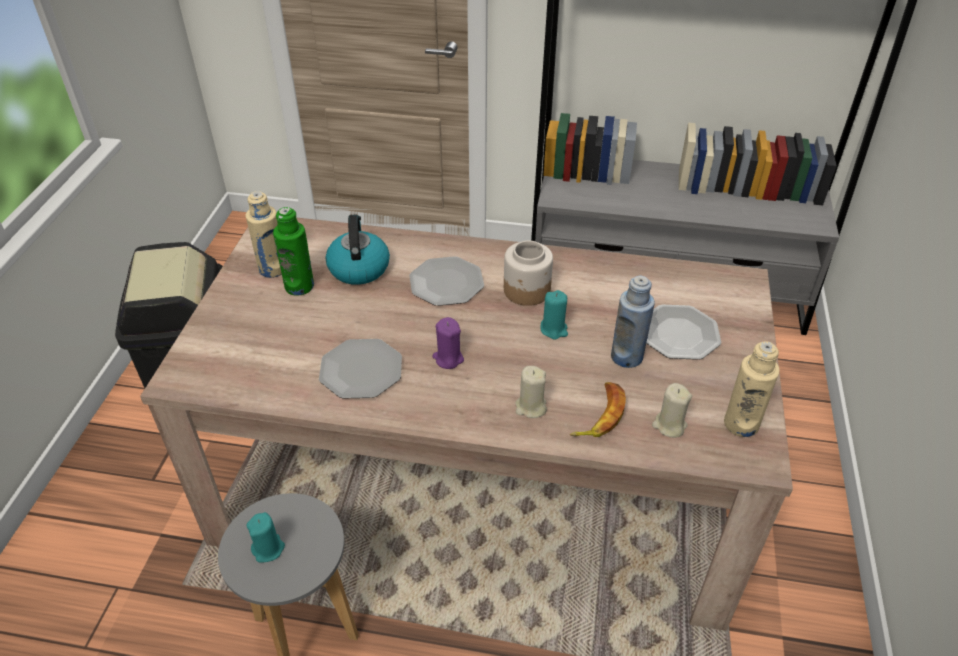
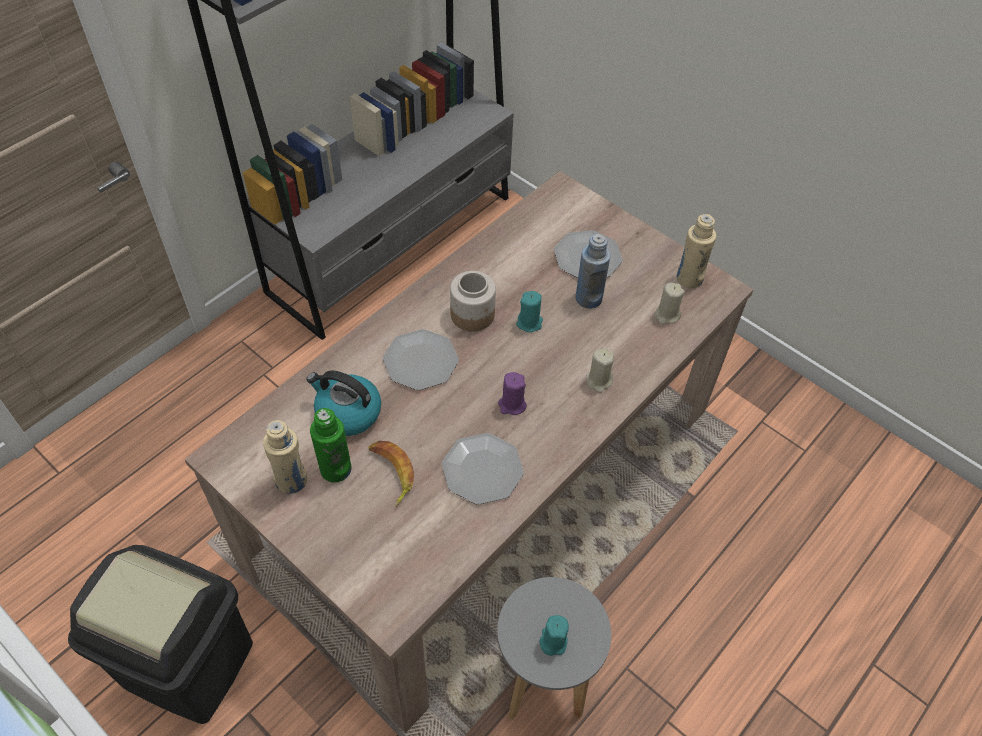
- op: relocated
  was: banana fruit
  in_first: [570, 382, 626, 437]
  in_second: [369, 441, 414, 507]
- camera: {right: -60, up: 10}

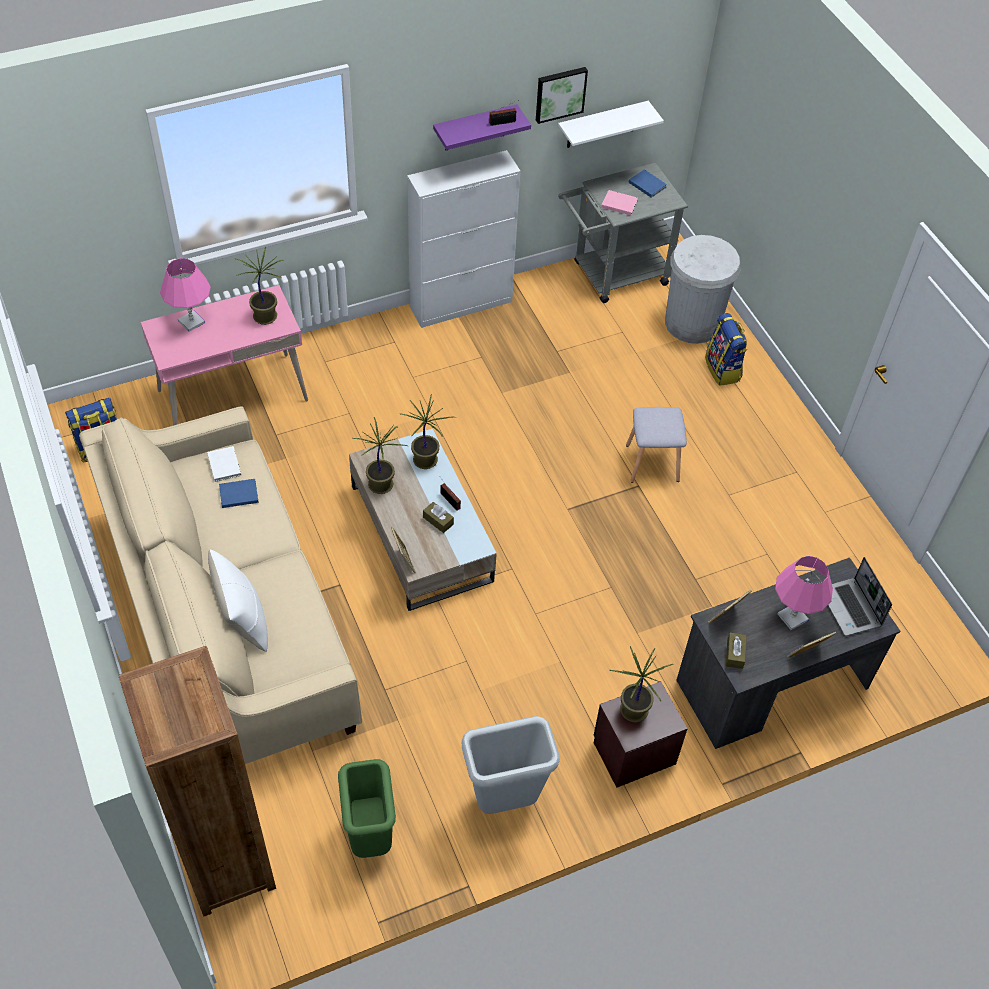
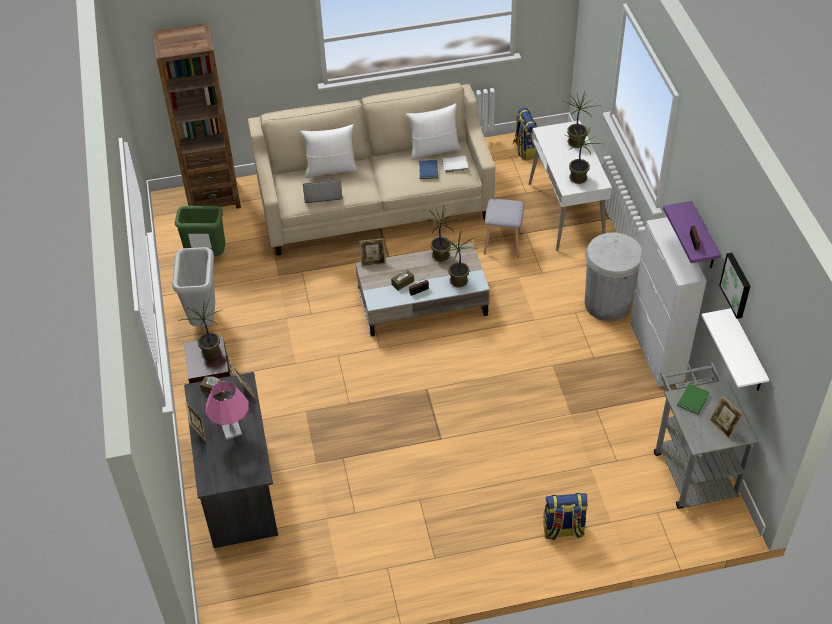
- op: relocated
  was: laptop
  in_first: [828, 557, 892, 636]
  in_second: [303, 180, 342, 203]
- op: appeared
  now: white-coloured pillow
  in_second: [406, 103, 461, 161]
- op: relocated
  was: grey sitting stool
  in_first: [626, 407, 687, 483]
  in_second: [483, 199, 524, 257]
- op: colour
  was: pink desk table
  now: white-coloured desk table
  in_first: [141, 285, 308, 425]
  in_second: [529, 120, 612, 251]
- op: exchanged
  was: pink table lamp
  now: potted plant
  in_first: [160, 258, 211, 332]
  in_second: [562, 92, 600, 148]
- op: relocated
  was: white-coloured rubbish bin
  in_first: [665, 235, 741, 344]
  in_second: [585, 232, 642, 321]
- op: colour
  was: pink book
  now: green-coloured book
  in_first: [601, 190, 638, 215]
  in_second: [677, 383, 710, 414]
- op: exchanged
  was: blue-coloured book
  now: picture frame
  in_first: [628, 169, 667, 197]
  in_second: [709, 395, 743, 439]
- camera: {right: 105, up: -5}

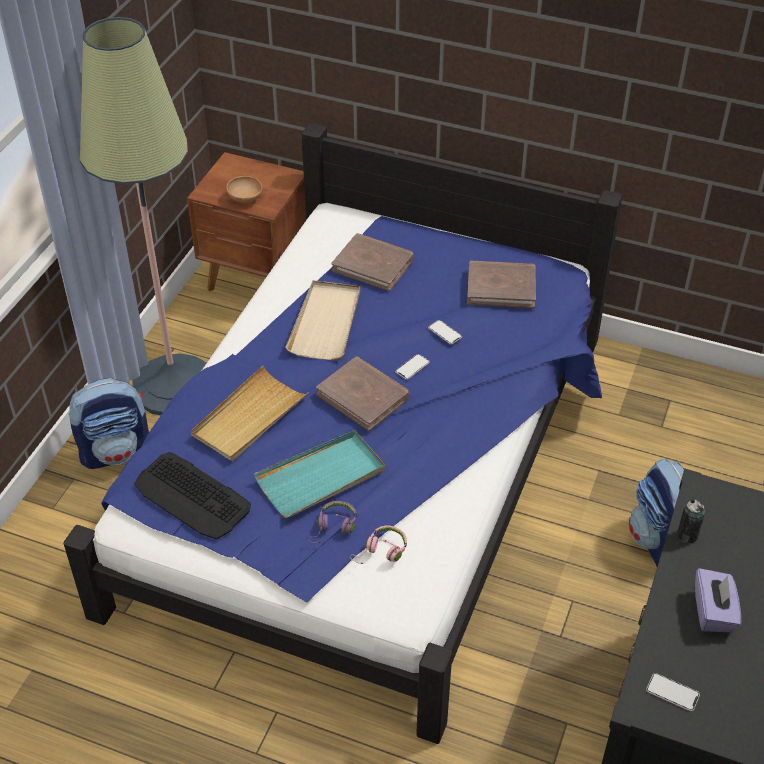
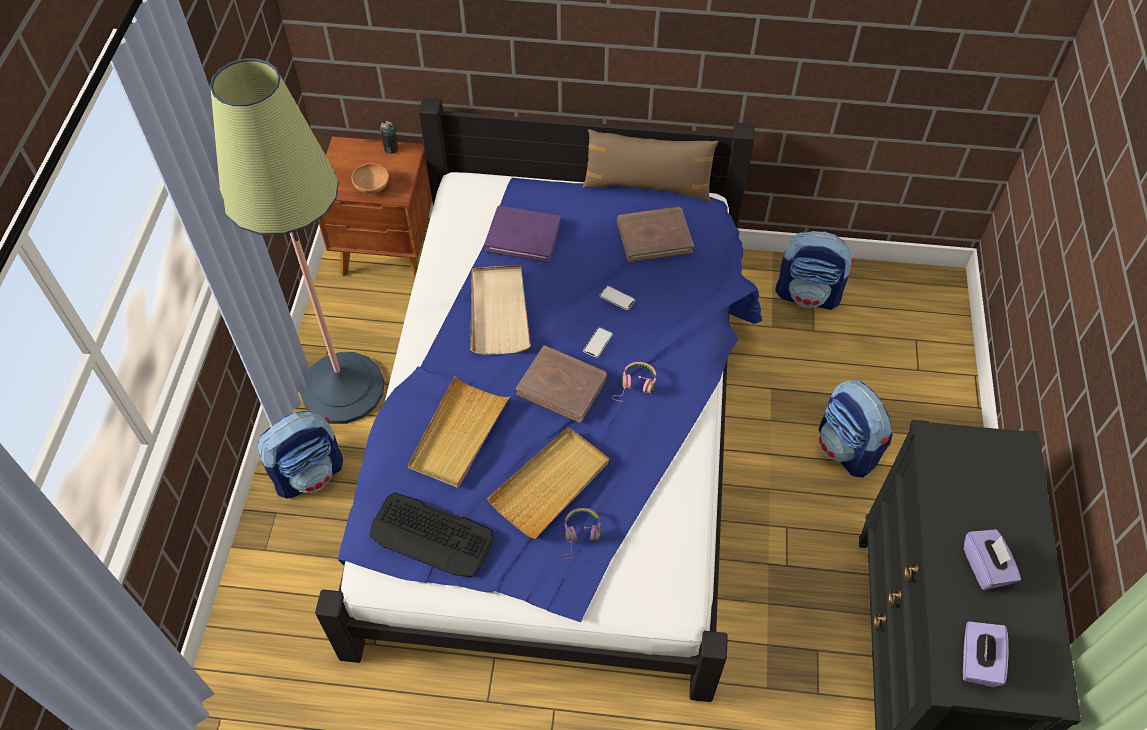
- op: relocated
  was: metal can
  in_first: [677, 499, 705, 544]
  in_second: [380, 121, 399, 154]
- op: colour
  was: brownish book
  now: purple-coloured book
  in_first: [332, 233, 414, 291]
  in_second: [484, 206, 561, 263]
- op: colour
  was: turquoise-coloured tray
  now: sand-coloured tray
  in_first: [254, 430, 385, 518]
  in_second: [487, 427, 609, 539]
- op: appeared
  now: brownish pillow
  in_second: [583, 129, 719, 201]
- op: relocated
  was: pink headset
  in_first: [350, 526, 407, 564]
  in_second: [612, 362, 657, 402]
- op: appeared
  now: knapsack
  in_second: [775, 231, 854, 310]
- op: exchanged
  was: telephone
  now: purple-coloured tissue holder
  in_first: [646, 673, 700, 711]
  in_second: [963, 622, 1008, 687]
- camera: {right: -15, up: 10}

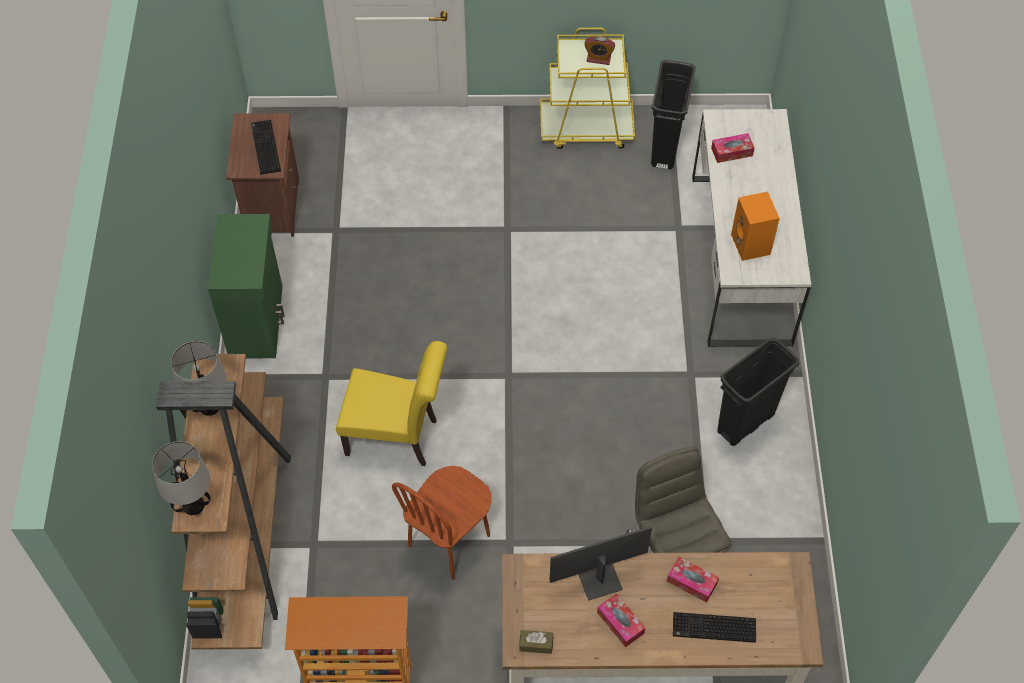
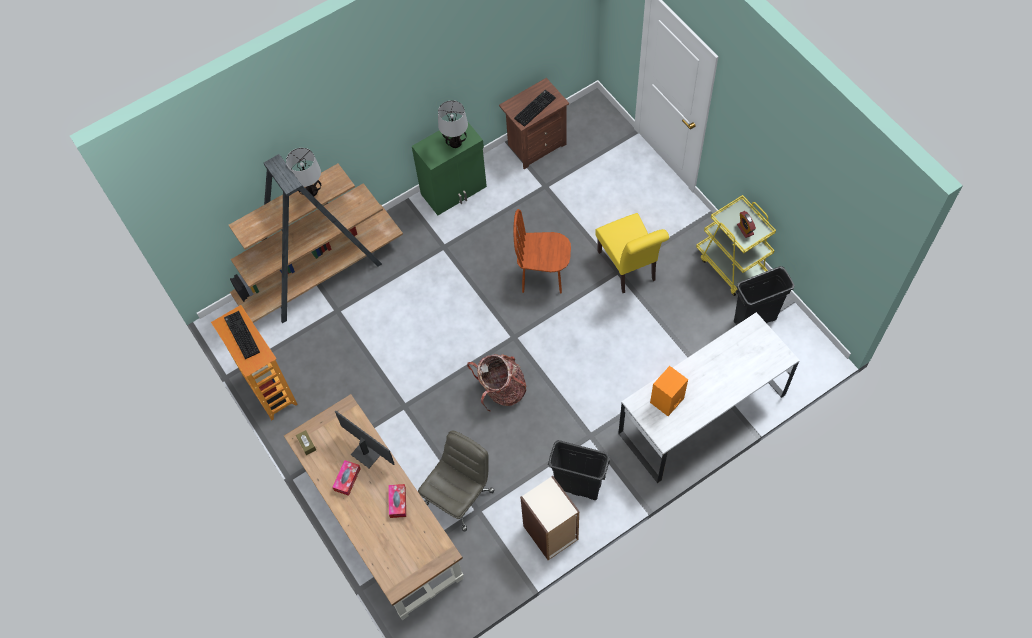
- op: relocated
  was: keyboard
  in_first: [673, 612, 756, 643]
  in_second: [224, 311, 260, 359]
- op: relocated
  was: table lamp
  in_first: [152, 441, 211, 515]
  in_second: [438, 100, 468, 148]
- op: appeared
  now: knapsack
  in_second: [467, 354, 526, 412]
- op: relocated
  was: brownish chair
  in_first: [392, 466, 491, 580]
  in_second: [513, 209, 571, 294]
- op: appeared
  now: shelving unit
  in_second: [520, 476, 579, 560]
- op: relocated
  was: yellowish chair
  in_first: [336, 341, 448, 466]
  in_second: [595, 213, 669, 293]
- op: missing
  was: tissue holder
  in_first: [711, 133, 755, 163]
- camera: {right: 60, up: 5}

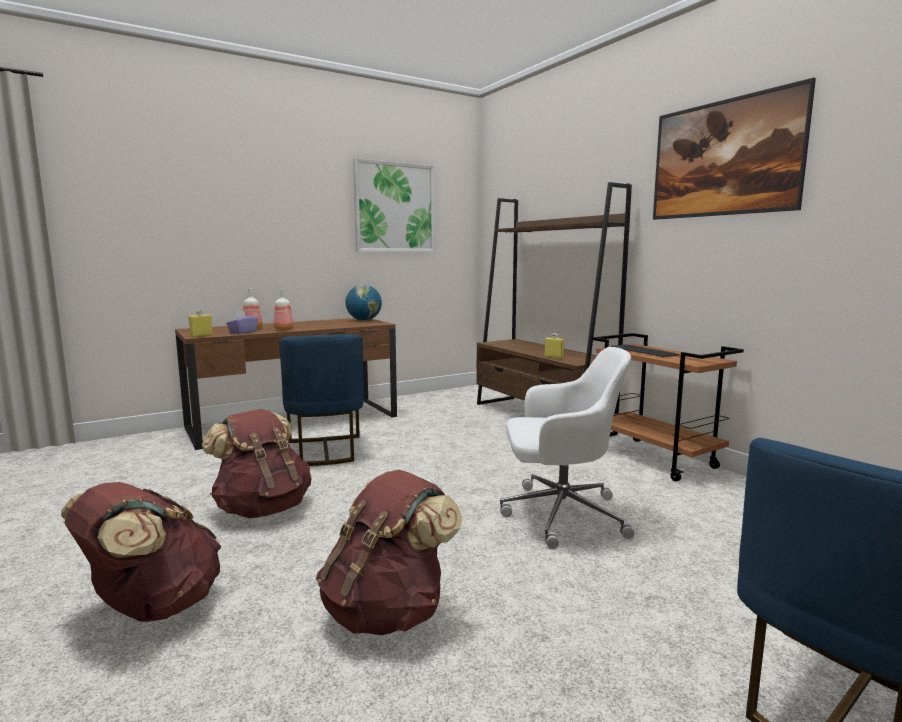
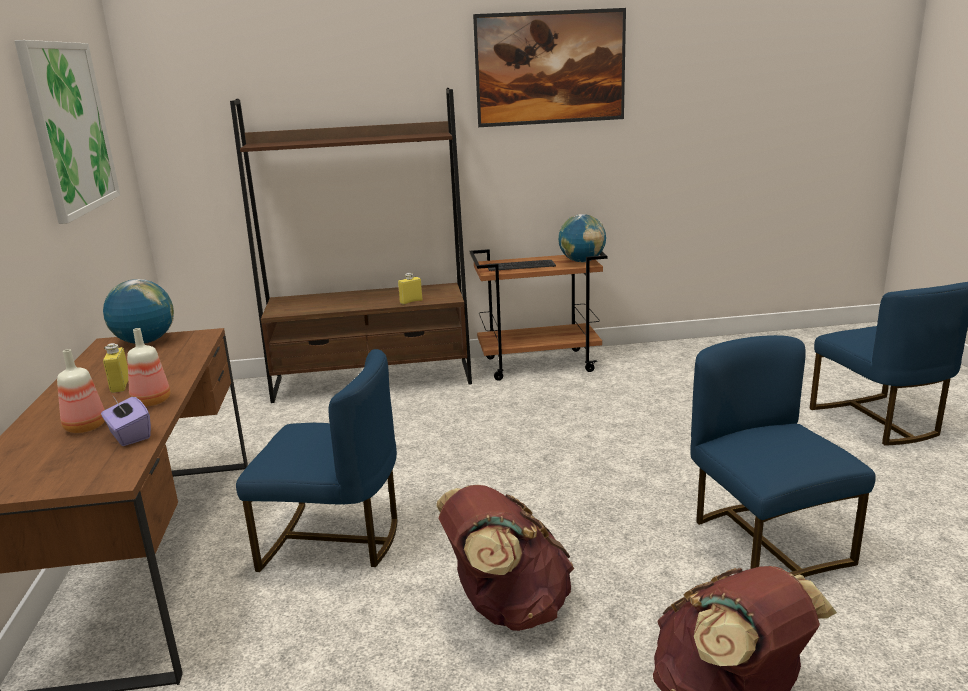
- op: relocated
  was: yellowish bottle
  in_first: [189, 310, 213, 338]
  in_second: [103, 343, 128, 393]
- op: appeared
  now: globe
  in_second: [558, 214, 606, 262]
- op: exchanged
  was: brownish knapsack
  now: blue-coloured chair
  in_first: [316, 469, 463, 635]
  in_second: [690, 335, 876, 577]
- op: missing
  was: white-coloured computer chair
  in_first: [500, 347, 634, 549]
- camera: {right: -65, up: 10}

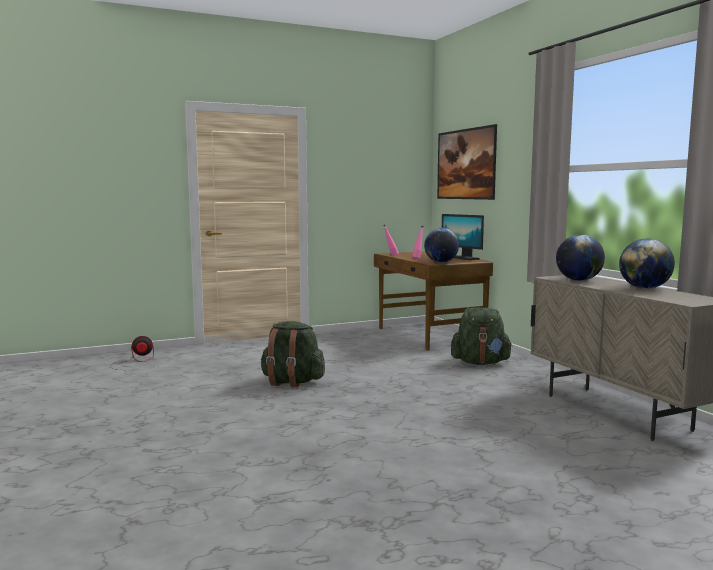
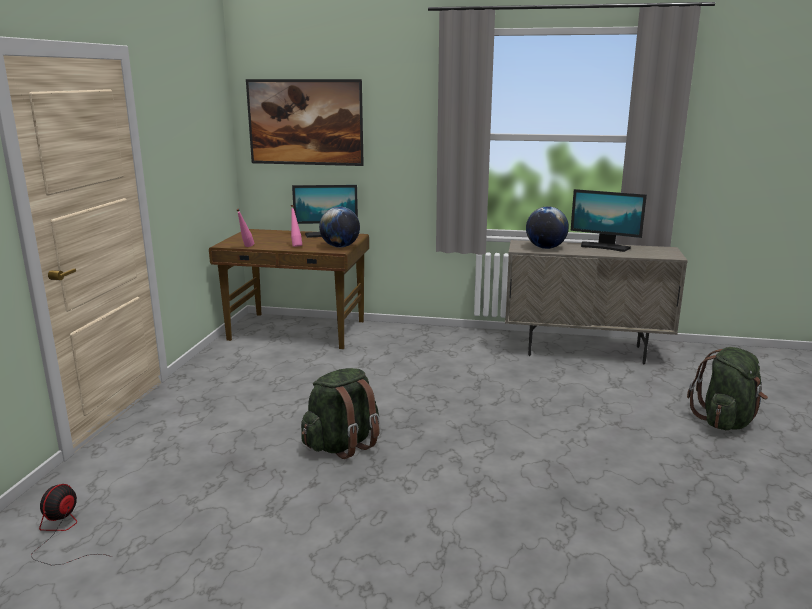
- op: exchanged
  was: globe
  now: monitor
  in_first: [619, 238, 675, 289]
  in_second: [571, 189, 647, 252]
- op: relocated
  was: green-coloured knapsack
  in_first: [451, 307, 513, 365]
  in_second: [687, 347, 768, 430]
- camera: {right: -55, up: 10}

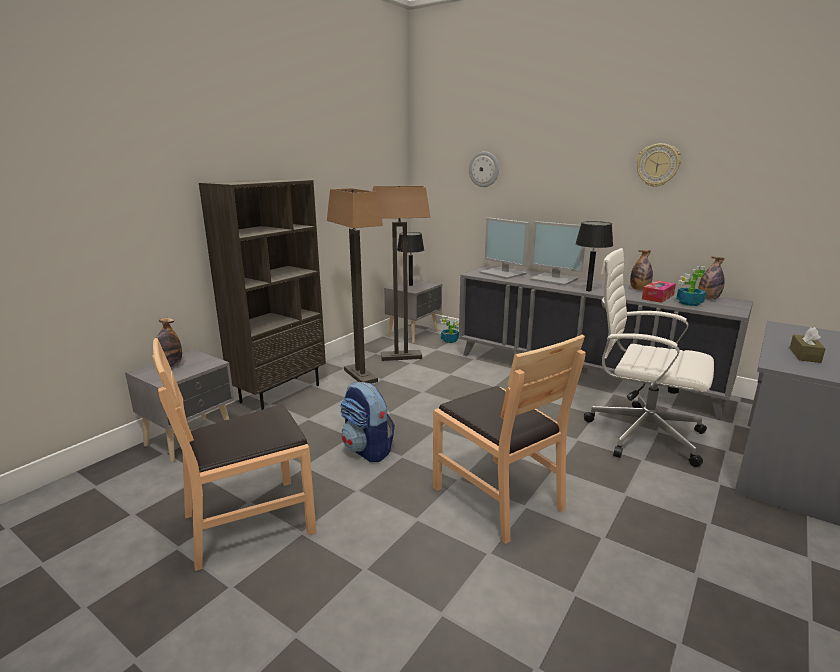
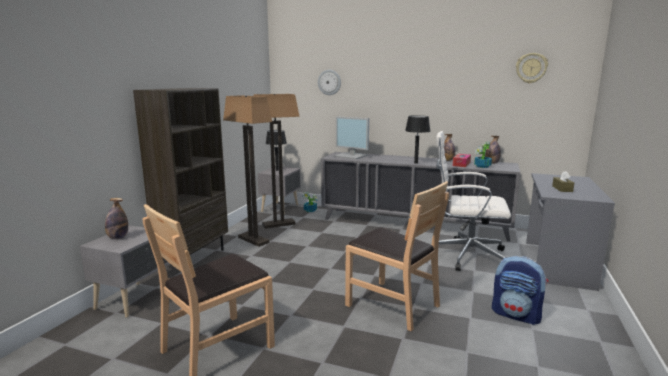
- op: relocated
  was: knapsack
  in_first: [340, 382, 395, 462]
  in_second: [492, 256, 548, 325]
- op: relocated
  was: hanging clock
  in_first: [636, 143, 681, 187]
  in_second: [516, 53, 548, 83]
- op: missing
  was: monitor
  in_first: [530, 221, 585, 286]
- camera: {right: -15, up: -5}

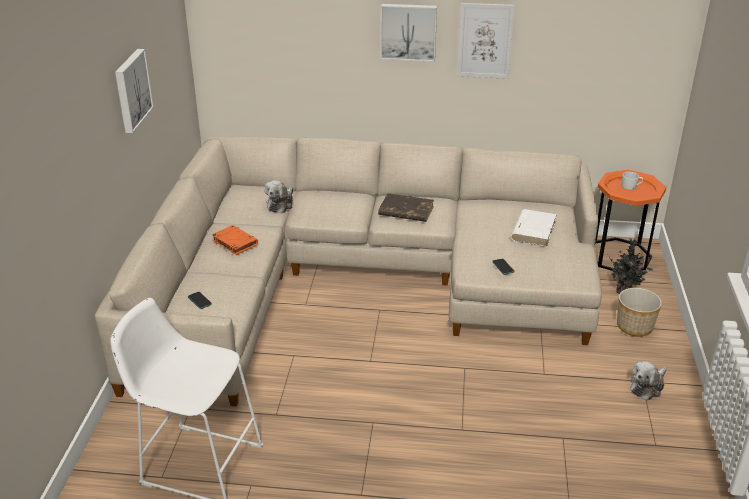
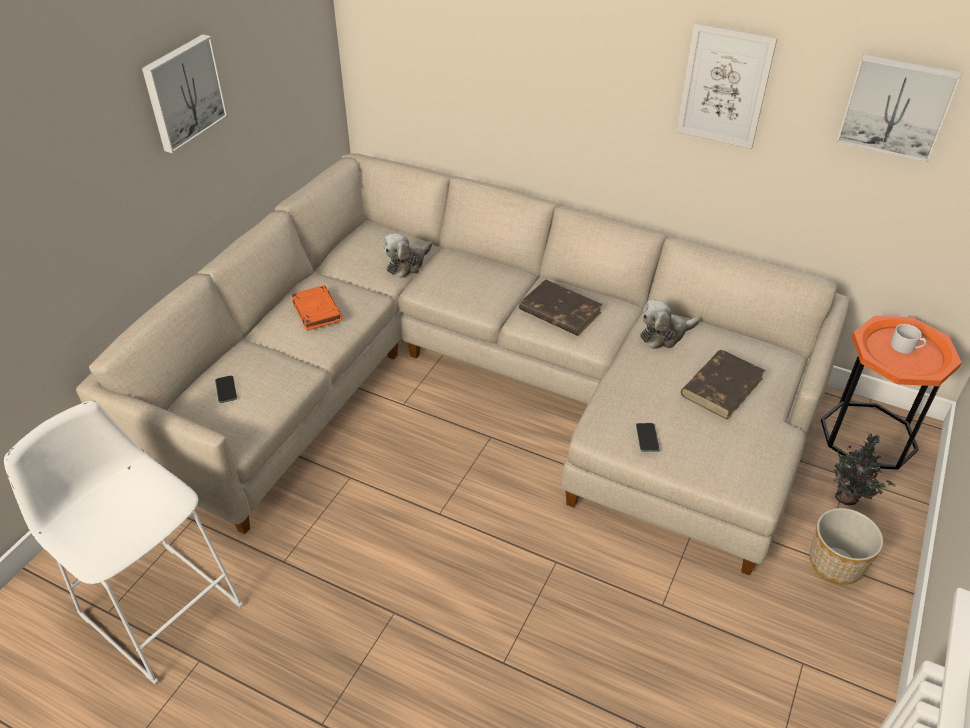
- op: relocated
  was: plush toy
  in_first: [630, 361, 667, 401]
  in_second: [640, 299, 700, 349]
- op: colour
  was: white-coloured book
  now: brownish book
  in_first: [511, 209, 557, 246]
  in_second: [681, 350, 765, 420]
- op: relocated
  was: wall art
  in_first: [381, 4, 437, 62]
  in_second: [836, 54, 962, 162]
- camera: {right: 20, up: 10}

